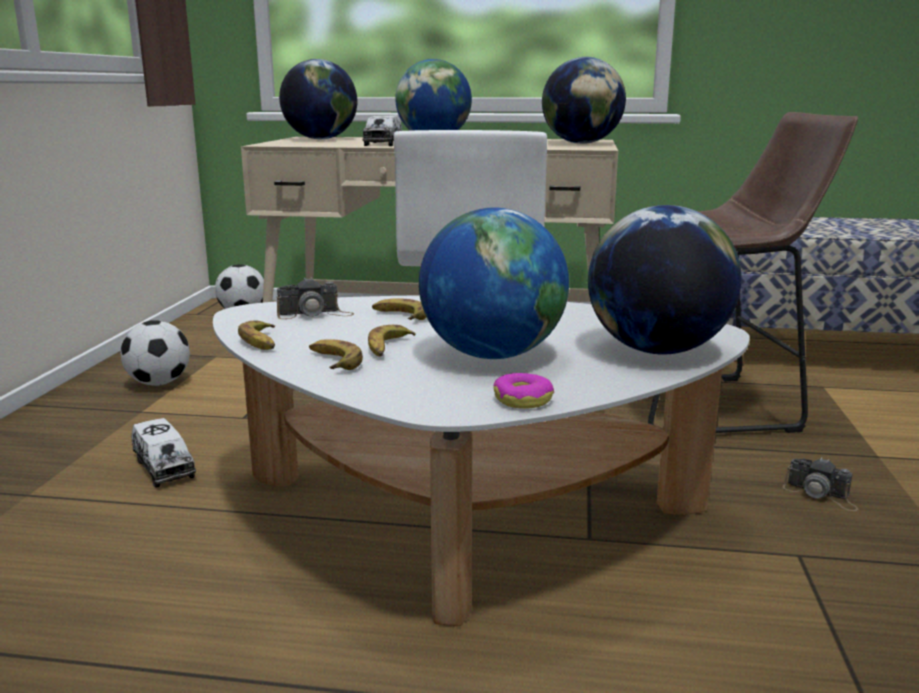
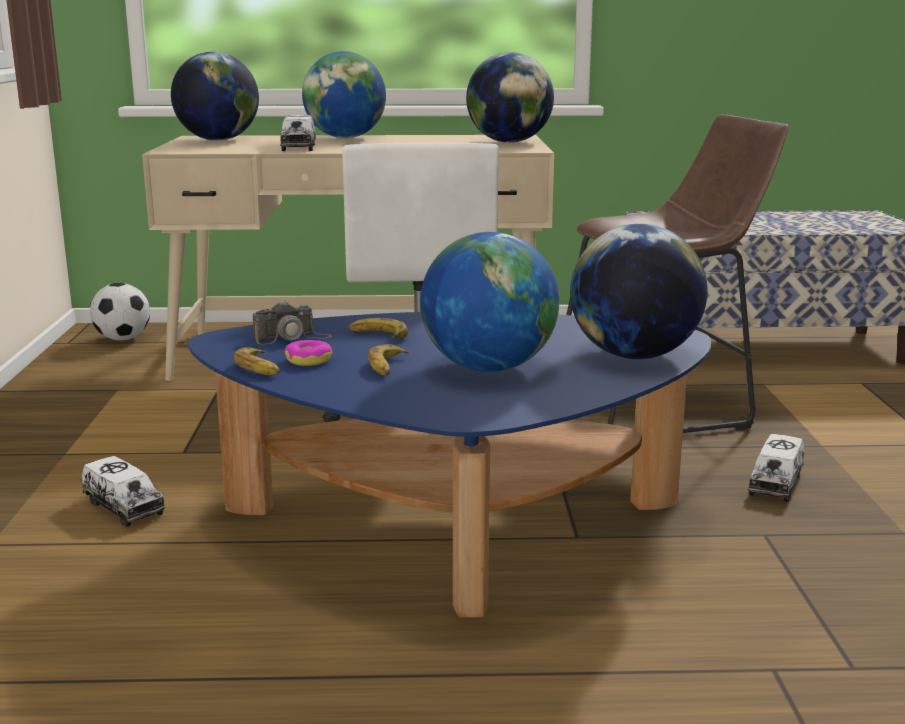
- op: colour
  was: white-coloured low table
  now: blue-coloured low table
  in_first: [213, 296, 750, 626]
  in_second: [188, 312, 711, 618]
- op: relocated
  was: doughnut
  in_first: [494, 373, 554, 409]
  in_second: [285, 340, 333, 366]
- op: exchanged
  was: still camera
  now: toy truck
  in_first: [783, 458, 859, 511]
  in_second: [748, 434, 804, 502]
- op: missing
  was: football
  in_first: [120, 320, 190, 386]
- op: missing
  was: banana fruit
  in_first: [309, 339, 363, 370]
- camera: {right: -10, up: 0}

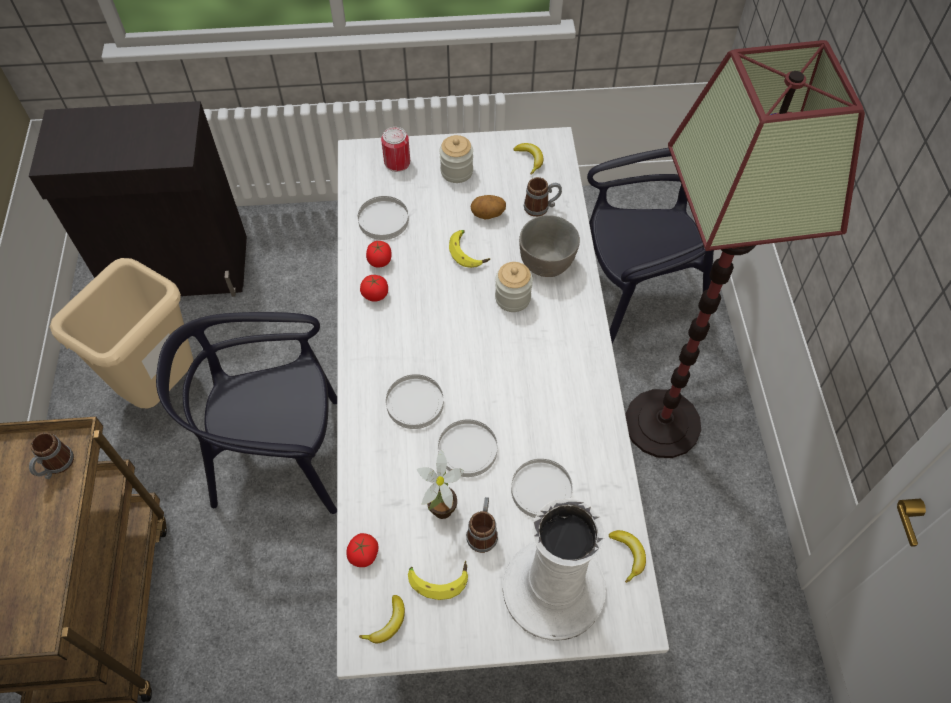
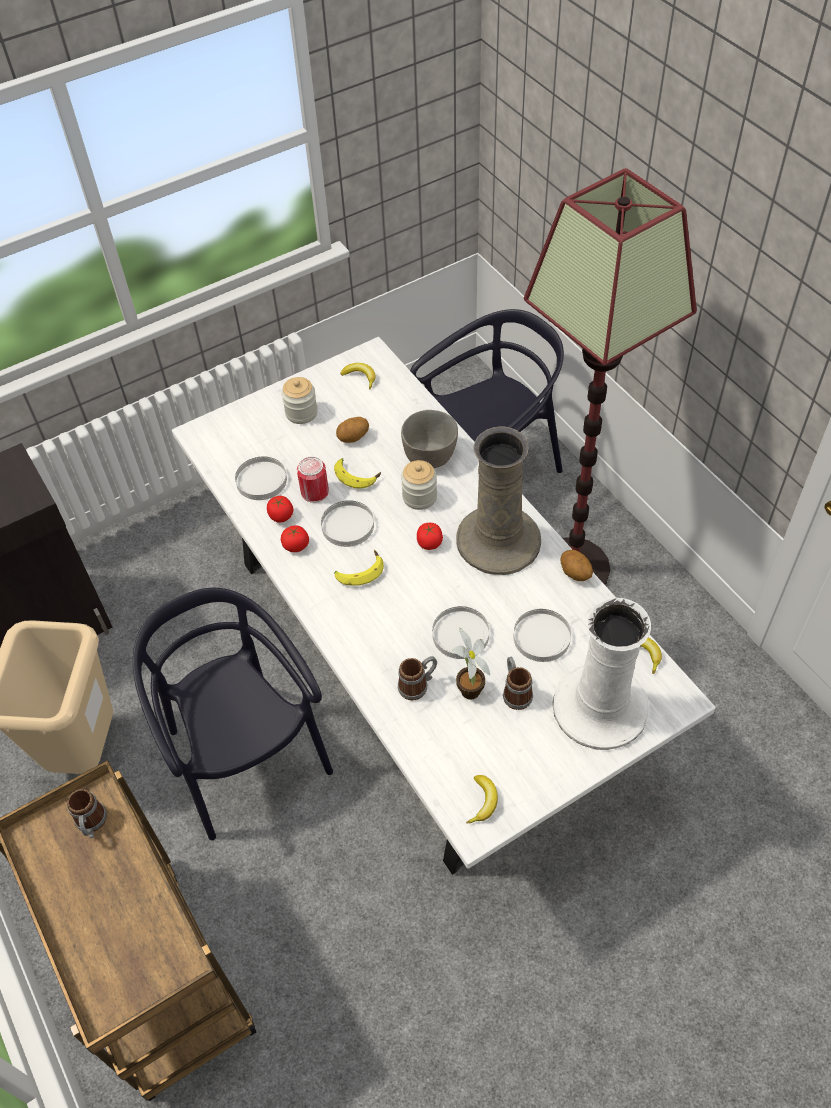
- op: spun
  was: blackish chair
  in_first: [156, 312, 337, 514]
  in_second: [133, 588, 333, 840]
  clockwise: 90
- op: relocated
  was: metal can
  in_first: [381, 127, 410, 172]
  in_second: [297, 457, 329, 503]
- op: relocated
  was: white-coloured dinner plate
  in_first: [386, 374, 444, 429]
  in_second: [321, 500, 374, 547]
- op: relocated
  was: banana fruit
  in_first: [408, 561, 468, 600]
  in_second: [334, 550, 384, 586]
- op: relocated
  was: coffee mug
  in_first: [524, 177, 562, 217]
  in_second: [398, 656, 437, 700]
- op: relocated
  was: fresh tomato
  in_first: [346, 533, 379, 567]
  in_second: [417, 523, 443, 550]
- op: appeared
  now: sand-coloured flower vase
  in_second: [456, 426, 541, 575]
- op: appeared
  now: whole potato
  in_second: [560, 550, 593, 581]
- camera: {right: -25, up: -5}

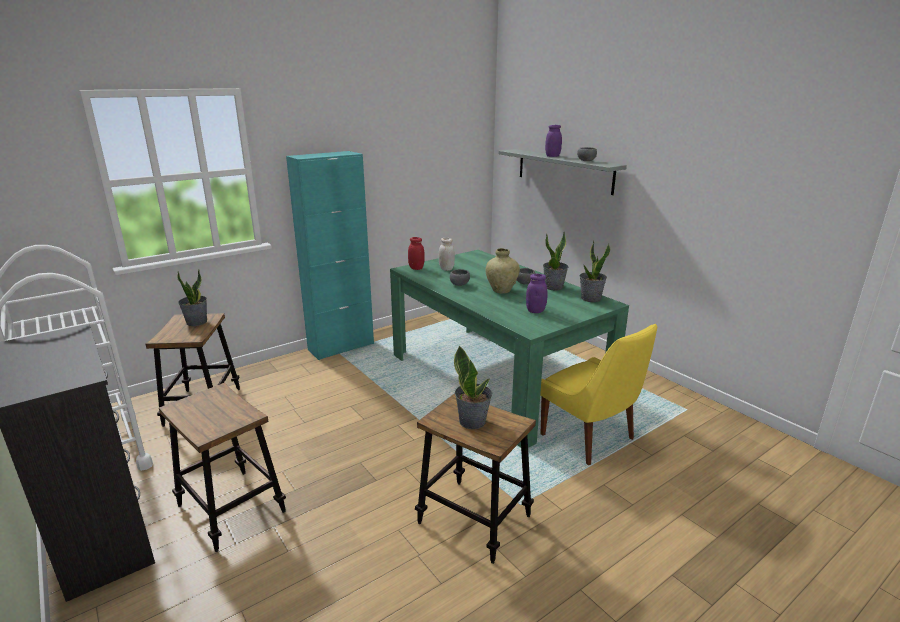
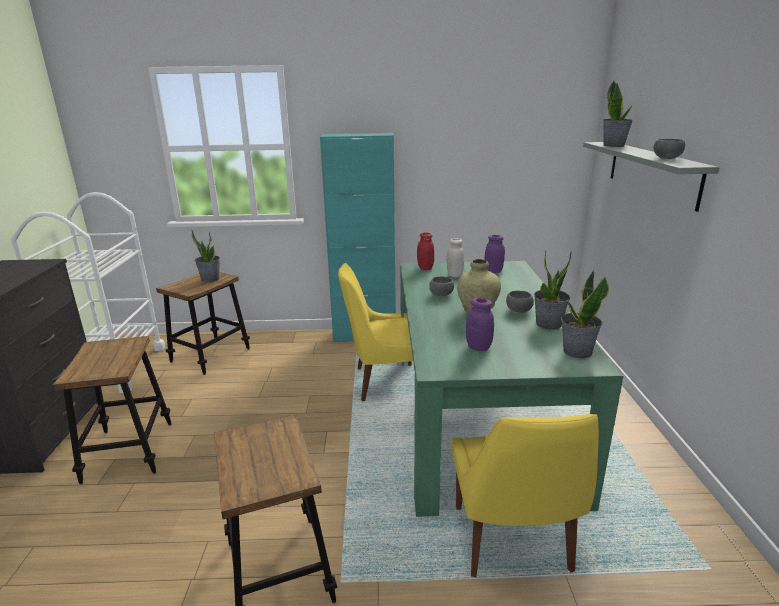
- op: appeared
  now: yellowish chair
  in_second: [338, 263, 413, 402]
- op: relocated
  was: purple-coloured storage jar
  in_first: [545, 125, 562, 157]
  in_second: [484, 235, 505, 273]
- op: relocated
  was: potted plant
  in_first: [454, 346, 492, 429]
  in_second: [603, 80, 633, 147]
- camera: {right: 35, up: 0}

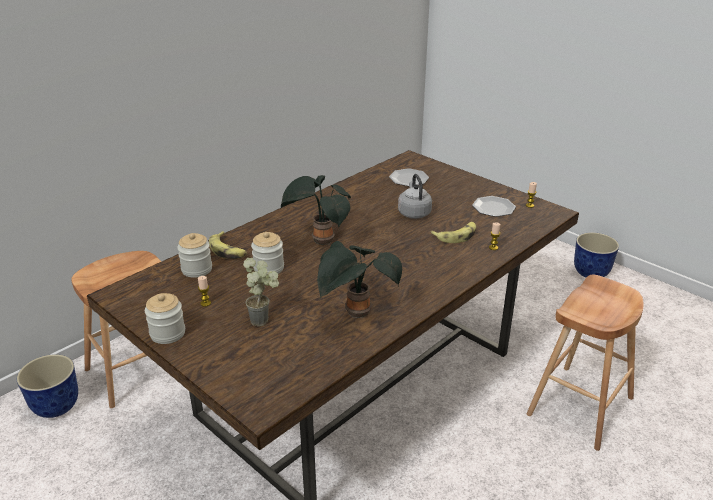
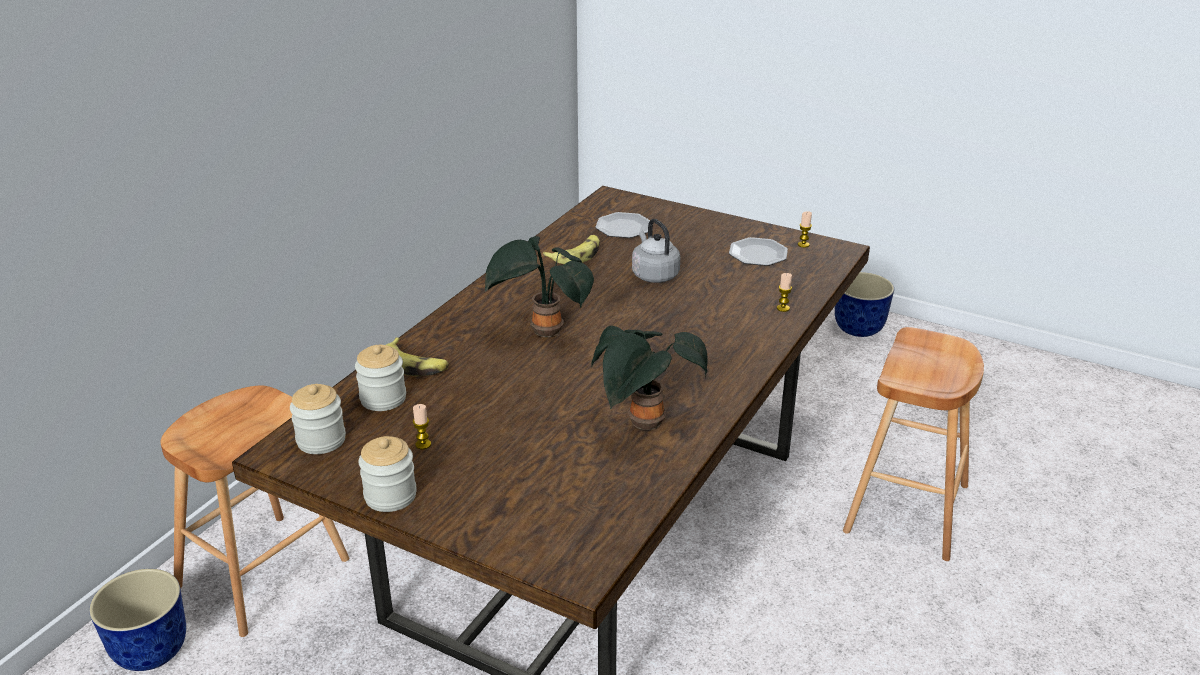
- op: relocated
  was: storage jar
  in_first: [251, 232, 284, 274]
  in_second: [290, 384, 346, 454]
- op: relocated
  was: banana fruit
  in_first: [430, 222, 476, 243]
  in_second: [542, 235, 600, 264]
- op: missing
  was: potted plant
  in_first: [243, 258, 279, 327]
- camera: {right: -15, up: 0}

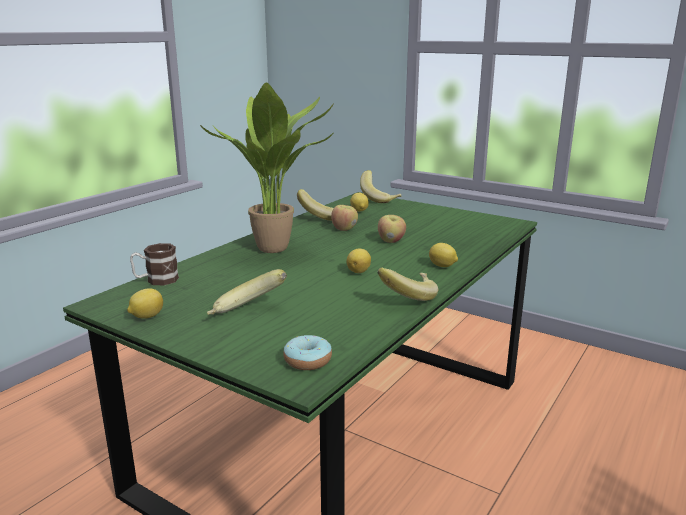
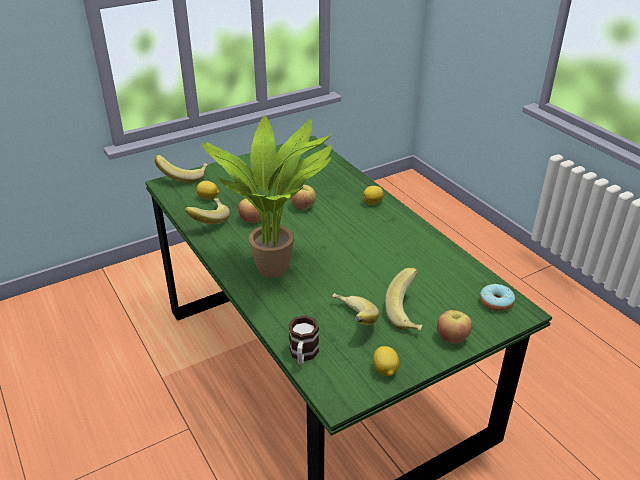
- op: relocated
  was: banana fruit
  in_first: [377, 268, 438, 301]
  in_second: [332, 293, 379, 325]
- op: appeared
  now: apple
  in_second: [437, 310, 472, 344]
- op: missing
  was: lemon
  in_first: [346, 248, 371, 273]
- camera: {right: -65, up: 15}

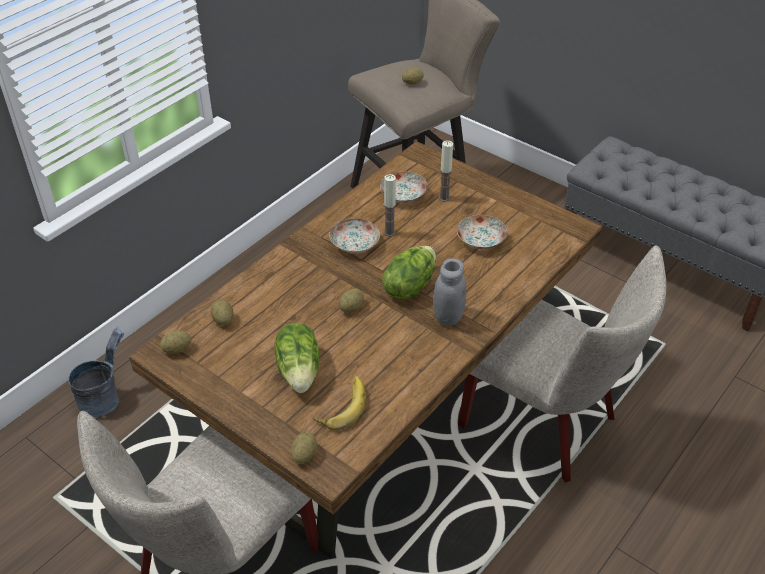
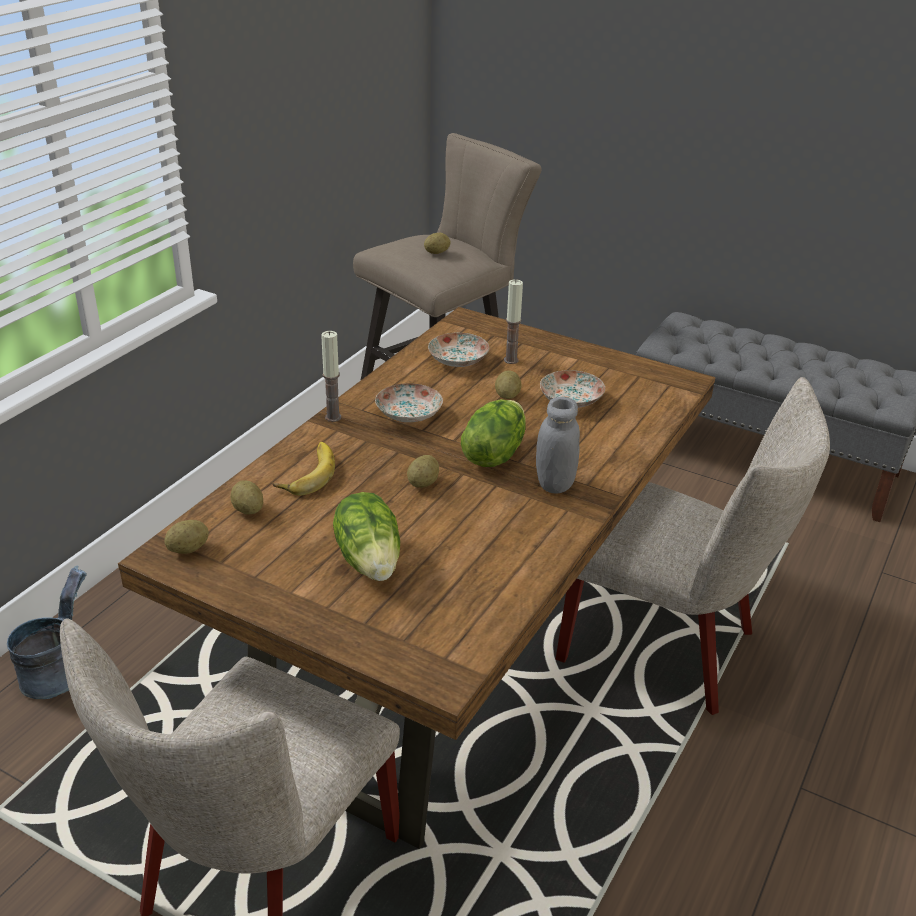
- op: relocated
  was: banana fruit
  in_first: [313, 376, 366, 430]
  in_second: [273, 442, 335, 496]
- op: relocated
  was: candle
  in_first: [384, 174, 396, 237]
  in_second: [321, 331, 341, 422]
- op: relocated
  was: whole potato
  in_first: [291, 432, 317, 464]
  in_second: [495, 371, 522, 399]
- camera: {right: -10, up: -10}

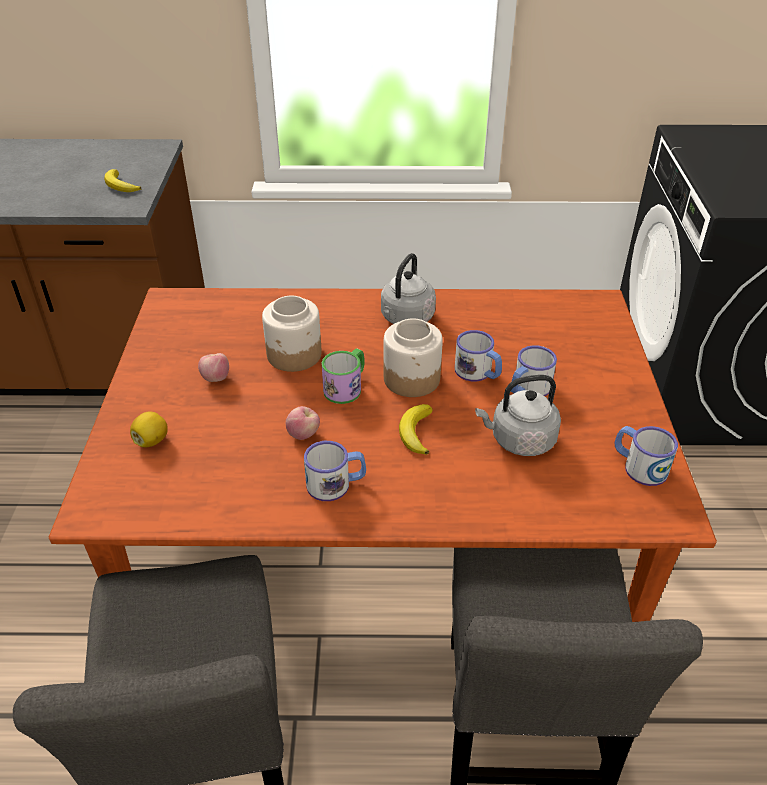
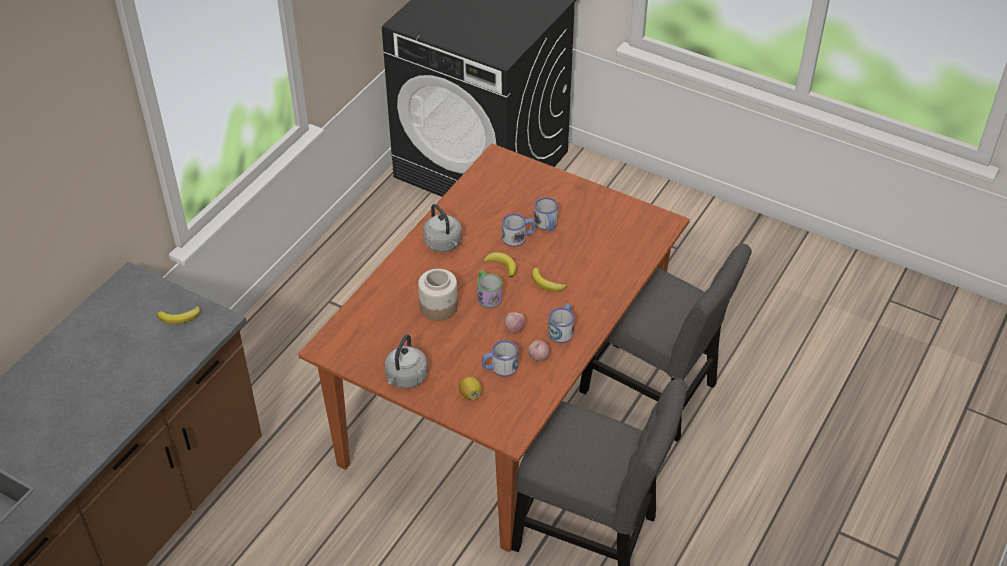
- op: relocated
  was: grey water kettle
  in_first: [475, 375, 561, 456]
  in_second: [385, 334, 428, 389]
- op: relocated
  was: coffee mug
  in_first: [614, 426, 678, 486]
  in_second: [482, 340, 518, 377]
- op: exchanged
  was: storage jar
  now: banana fruit
  in_first: [384, 318, 443, 397]
  in_second: [483, 252, 516, 277]
- op: relocated
  was: apple
  in_first: [198, 353, 229, 382]
  in_second: [528, 340, 550, 362]
- camera: {right: -60, up: 5}

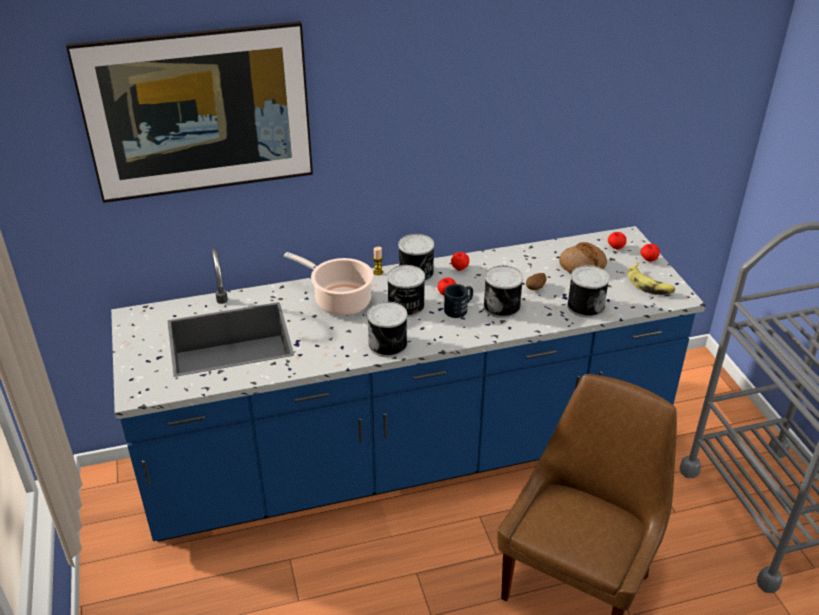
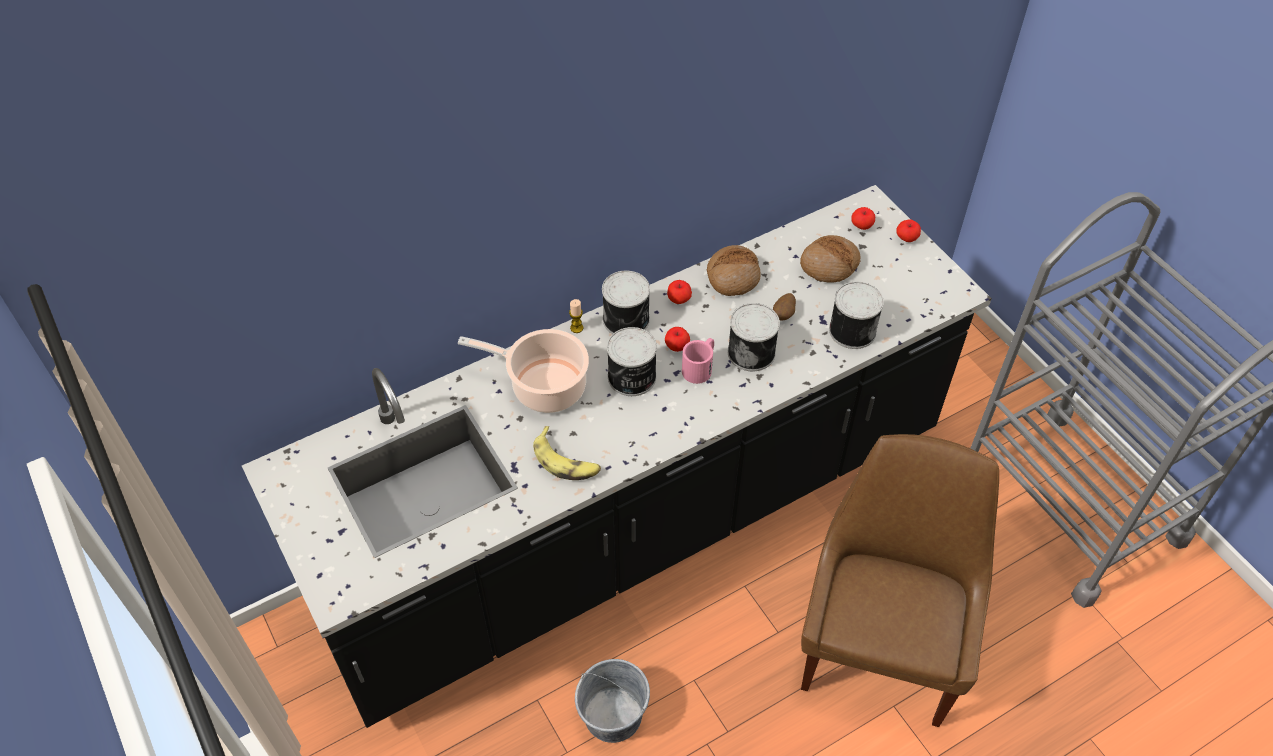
- op: colour
  was: blue-coloured kitchen base unit
  now: blackish kitchen base unit
  in_first: [111, 226, 706, 542]
  in_second: [242, 185, 992, 728]
- op: relocated
  was: banana fruit
  in_first: [627, 263, 675, 295]
  in_second: [533, 426, 601, 480]
- op: appeared
  now: grey bucket
  in_second: [575, 659, 650, 743]
- op: colour
  was: blackish coffee mug
  now: pink coffee mug
  in_first: [444, 284, 473, 318]
  in_second: [682, 338, 714, 384]
- op: appeared
  now: bread
  in_second: [707, 245, 760, 296]
- op: missing
  was: wall art
  in_first: [66, 21, 313, 203]
- op: missing
  was: metal can
  in_first: [367, 302, 407, 357]
- camera: {right: -15, up: 15}

